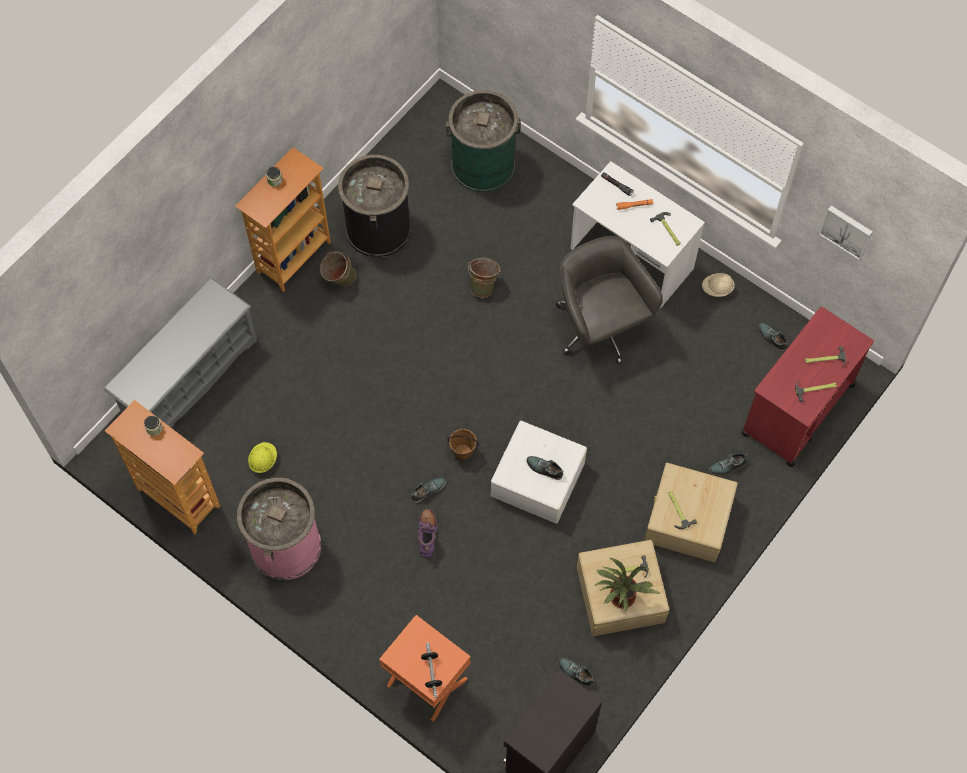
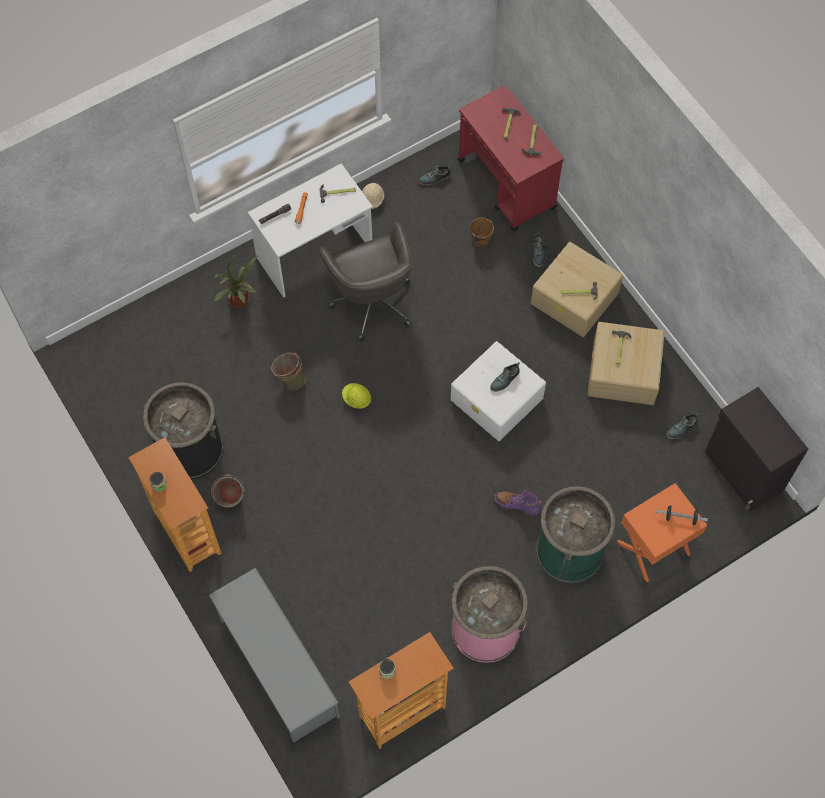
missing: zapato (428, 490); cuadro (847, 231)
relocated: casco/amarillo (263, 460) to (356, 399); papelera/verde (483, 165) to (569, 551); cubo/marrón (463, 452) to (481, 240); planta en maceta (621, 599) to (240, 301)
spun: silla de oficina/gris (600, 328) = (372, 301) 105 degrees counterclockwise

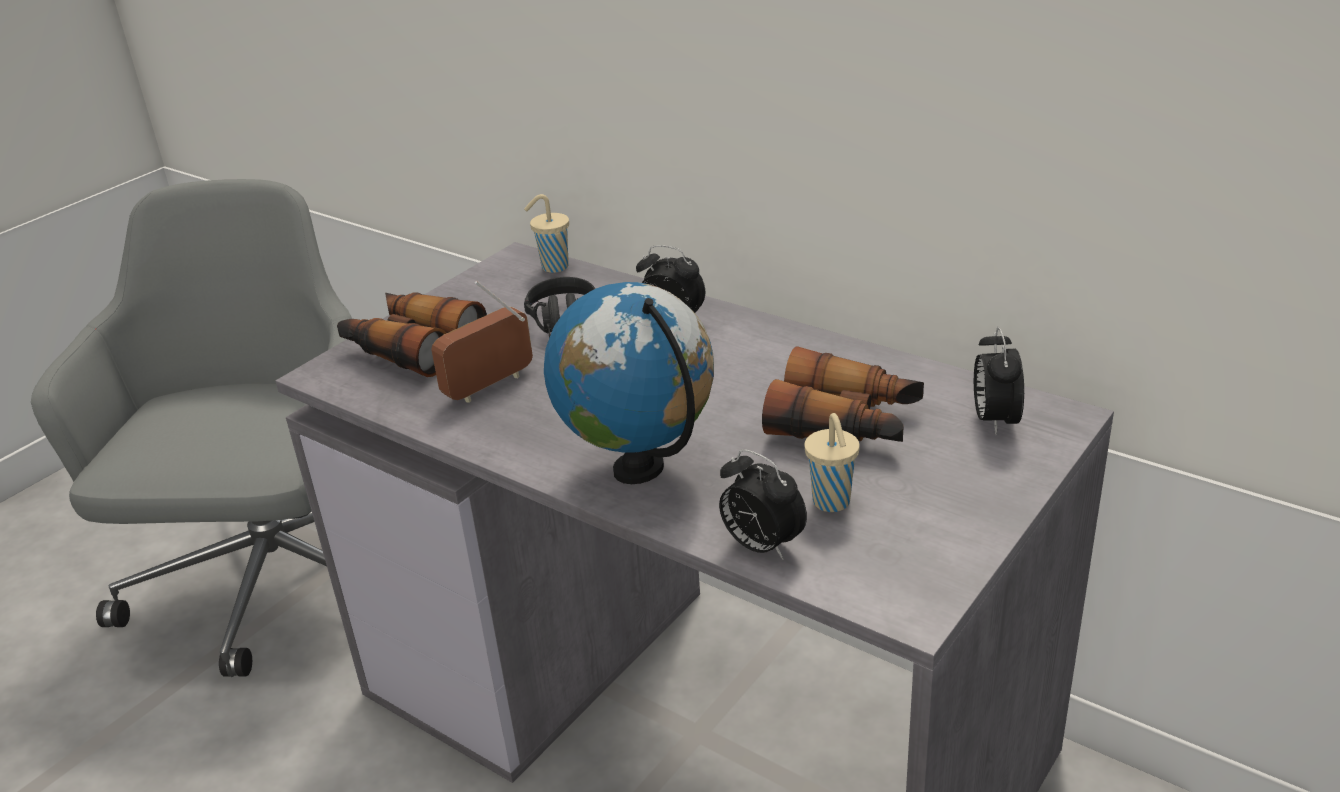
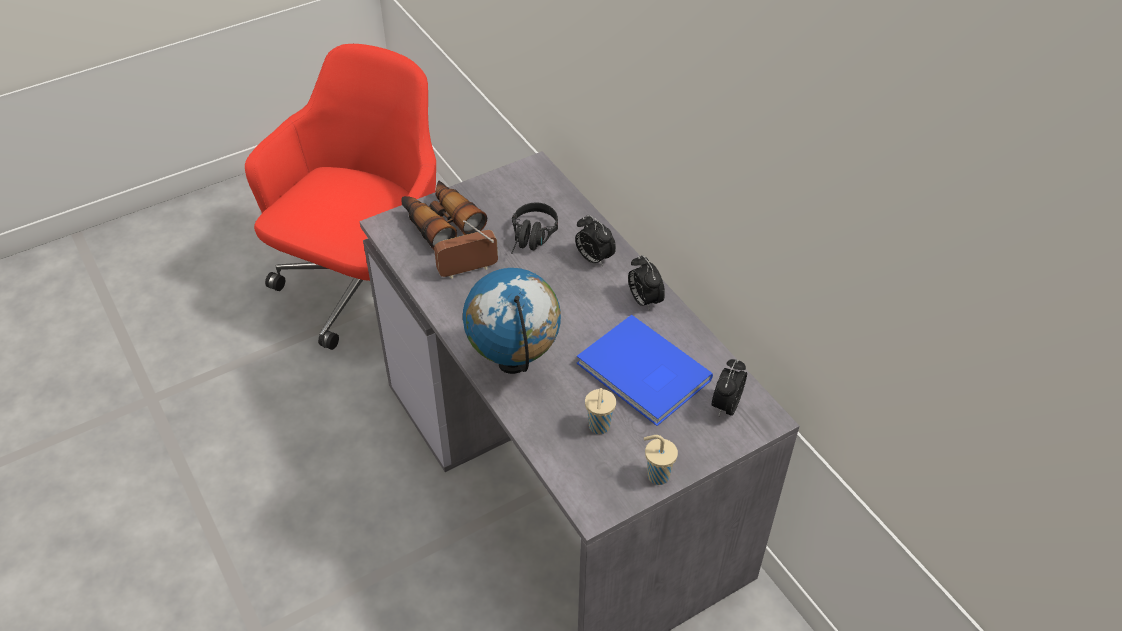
relocated: taza/beis (553, 267) to (656, 475); despertador (761, 546) to (644, 300)
exchanged: prismáticos (846, 423) to libro/azul (643, 374)
colour: silla de oficina/gris (277, 583) to silla de oficina/rojo (370, 292)

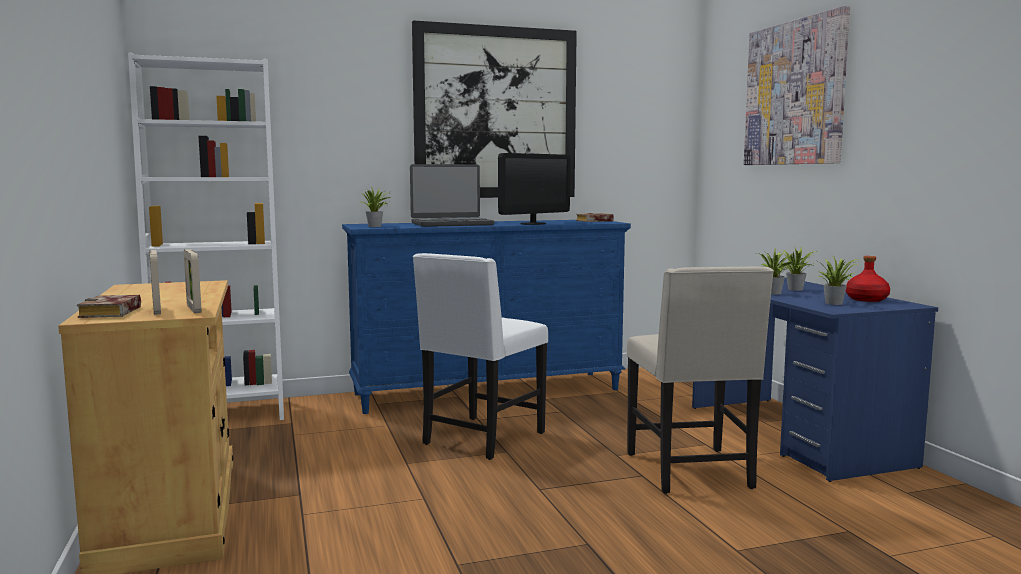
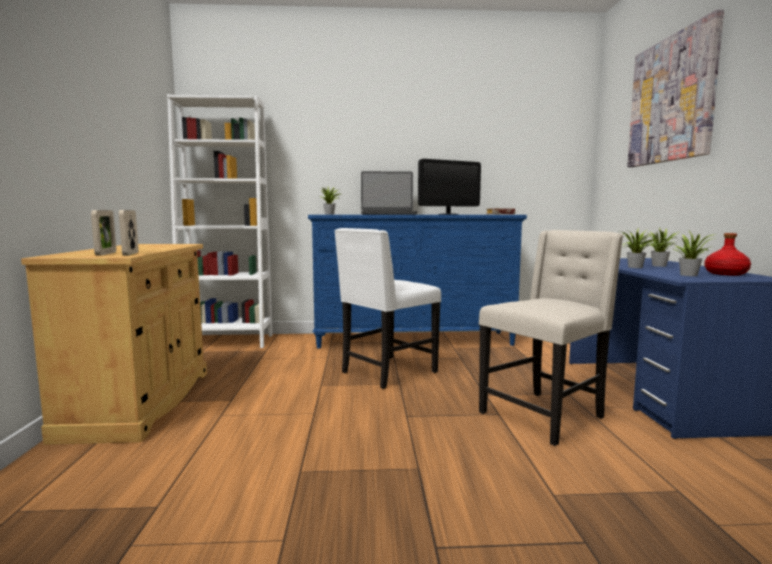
missing: libro (112, 313); cuadro (496, 113)
spun: silla/beis (692, 472) = (544, 415) 135 degrees counterclockwise

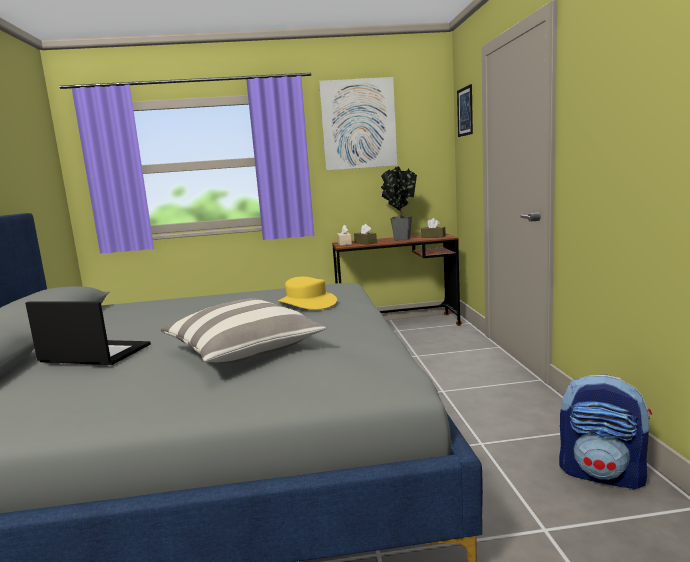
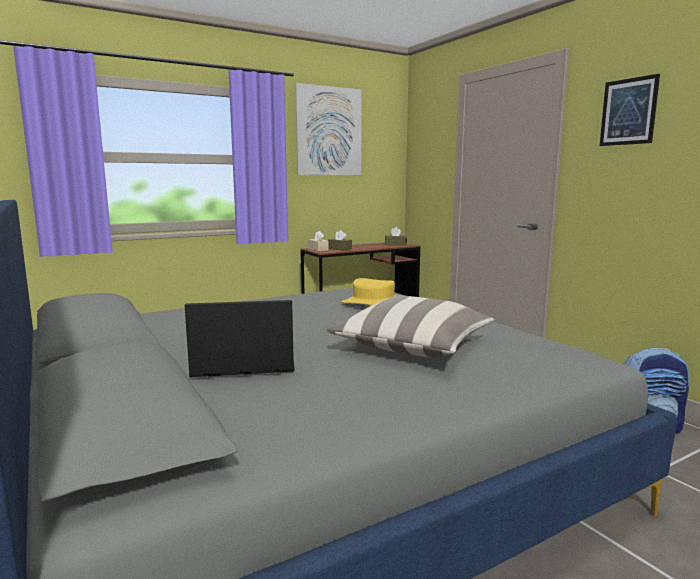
missing: planta en maceta (399, 239)
relocated: cuadro (465, 111) to (628, 111)

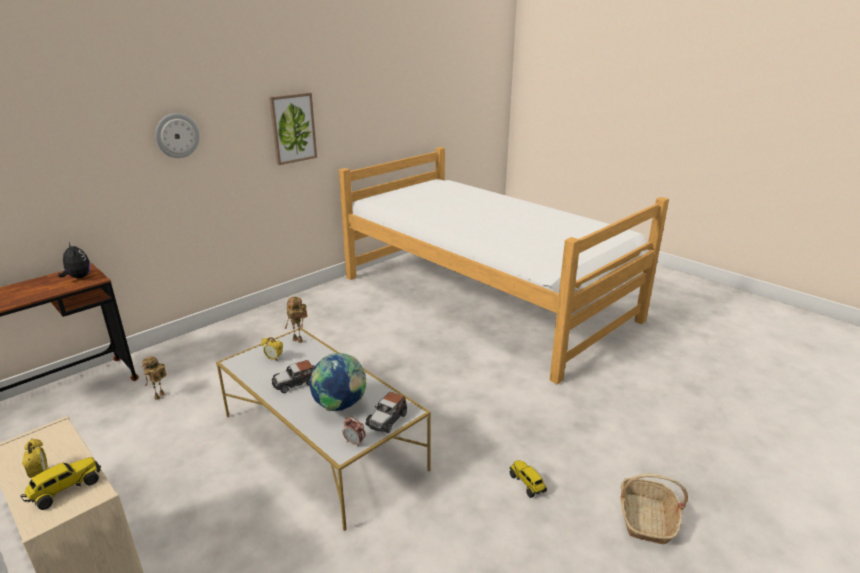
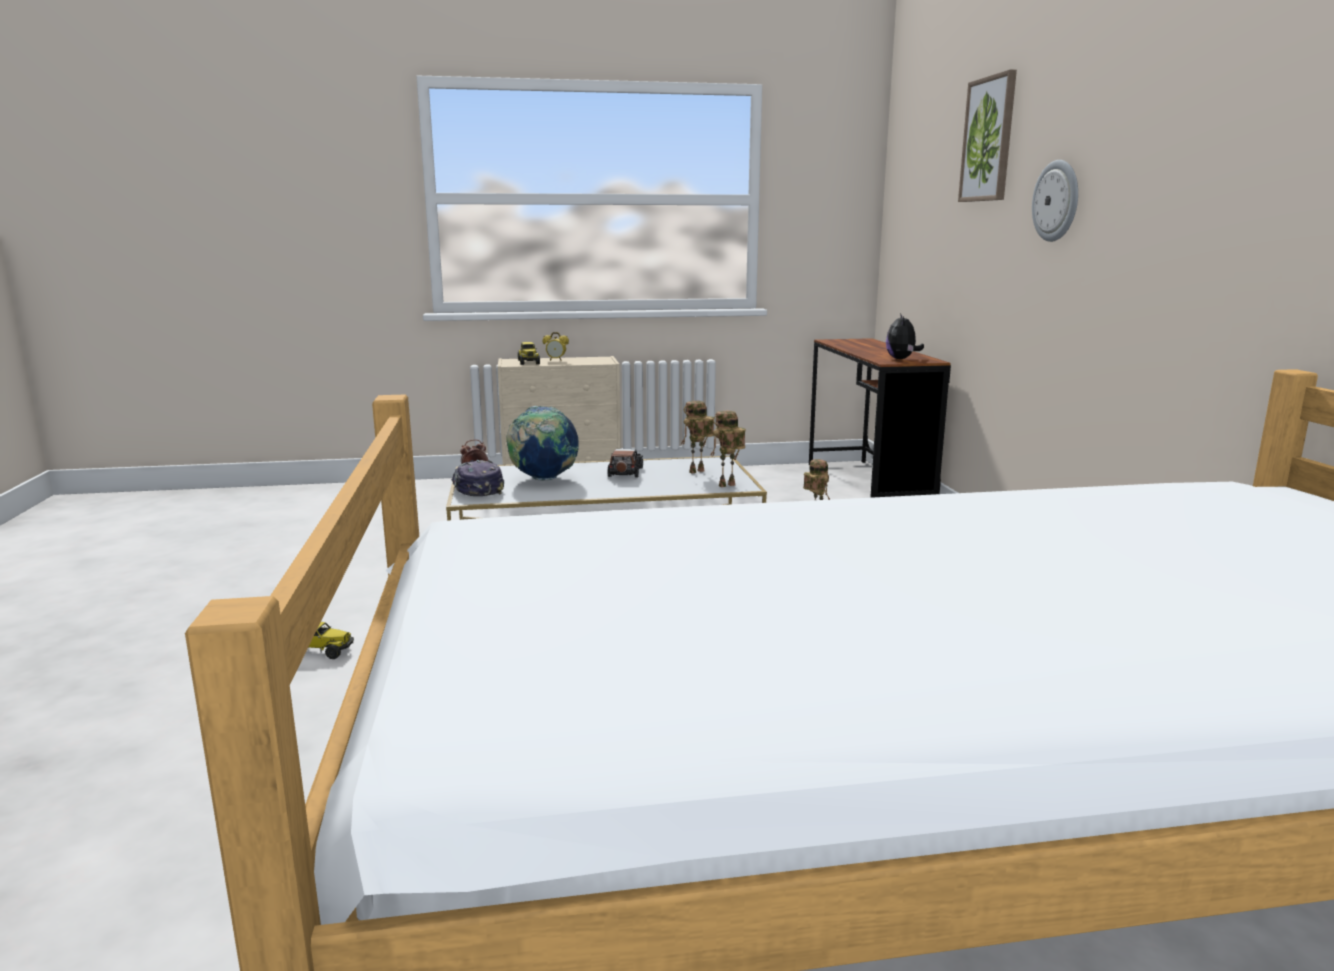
missing: cesta (646, 518)
relocated: cuadro (293, 128) to (988, 139)
exchanged: despertador (274, 359) to robot de juguete (697, 472); coche de juguete (387, 419) to gorra (477, 489)
spun: peluche (78, 277) = (902, 359) 105 degrees clockwise

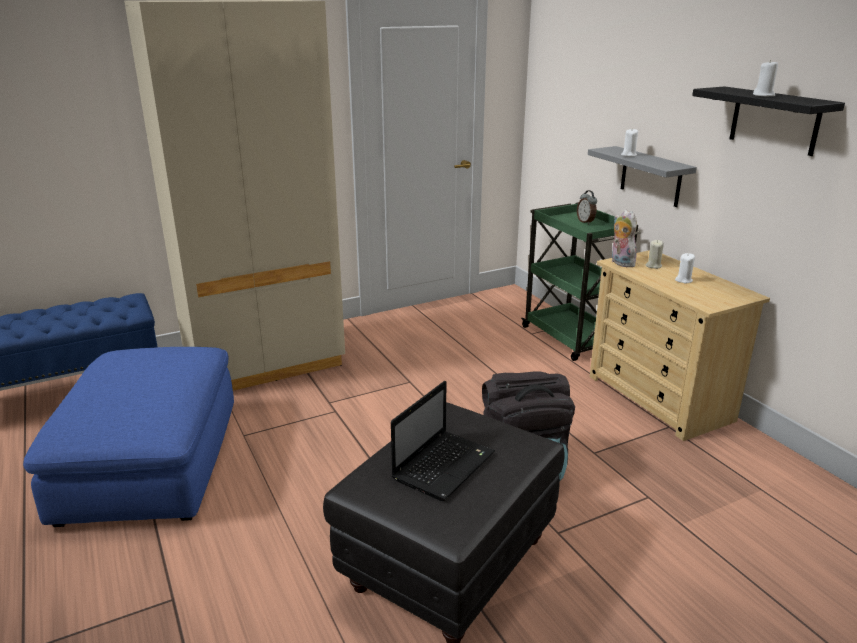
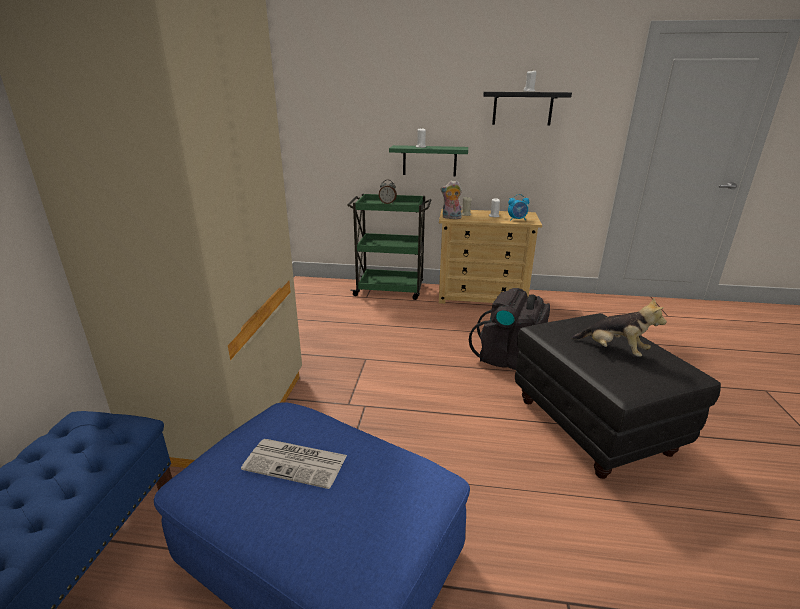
appeared: periódico (297, 462); despertador (517, 219)
exchanged: portátil (444, 465) to peluche (613, 350)
colour: estante/gris (651, 176) to estante/verde (429, 160)

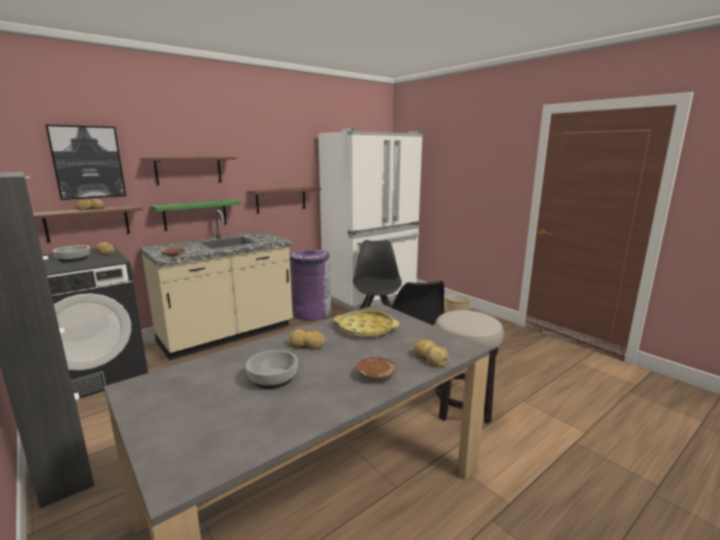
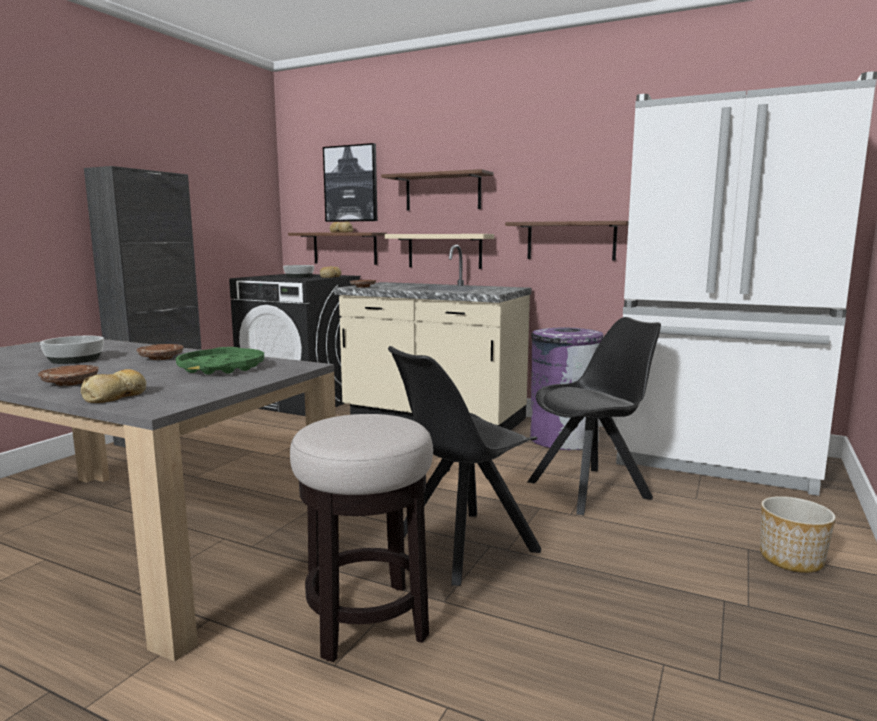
exchanged: pan (307, 345) to plato/marrón (161, 358)
colour: estante/verde (195, 214) to estante/beis (444, 251); bandeja/amarillo (366, 328) to bandeja/verde (222, 368)

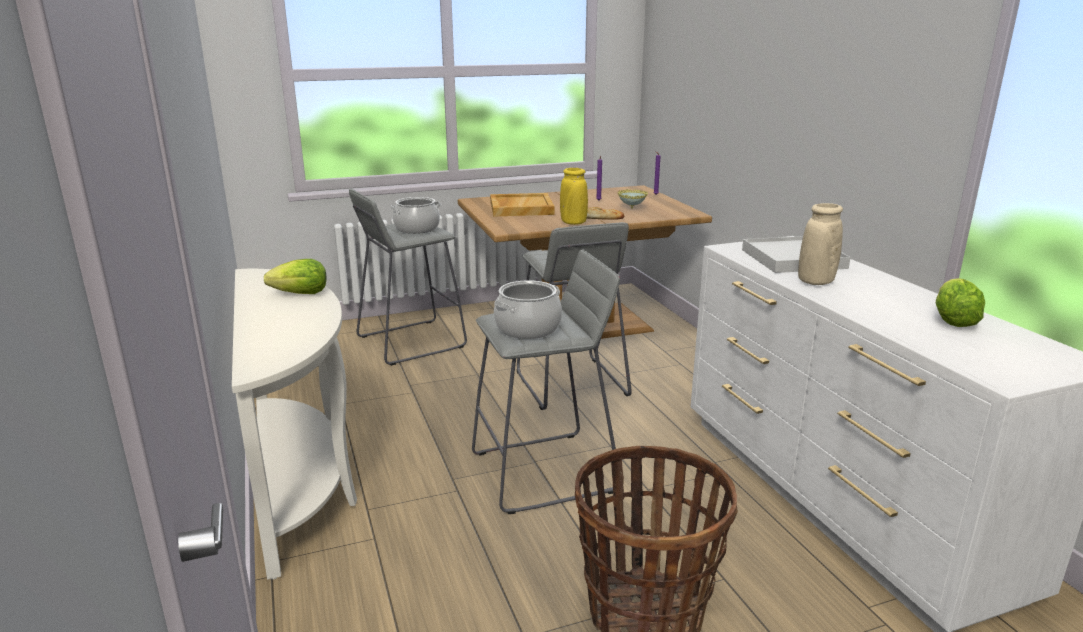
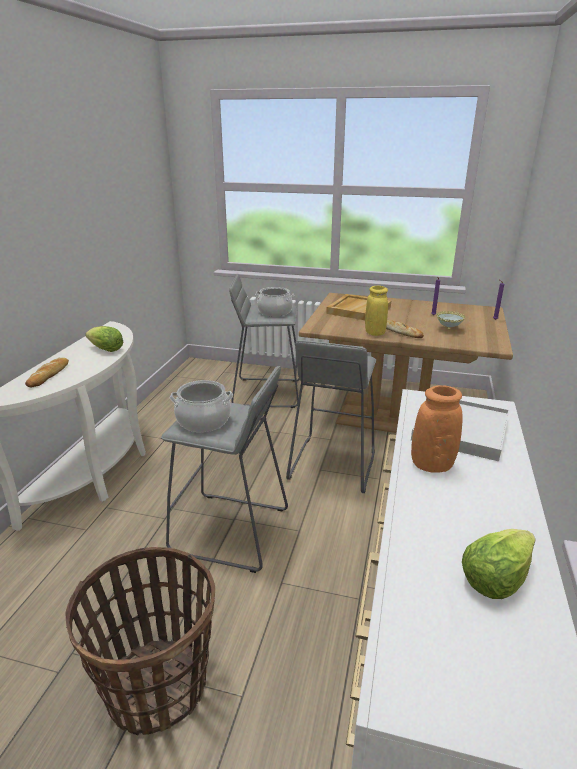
appeared: pan (49, 375)
colour: florero/beis (815, 282) to florero/naranja (432, 465)

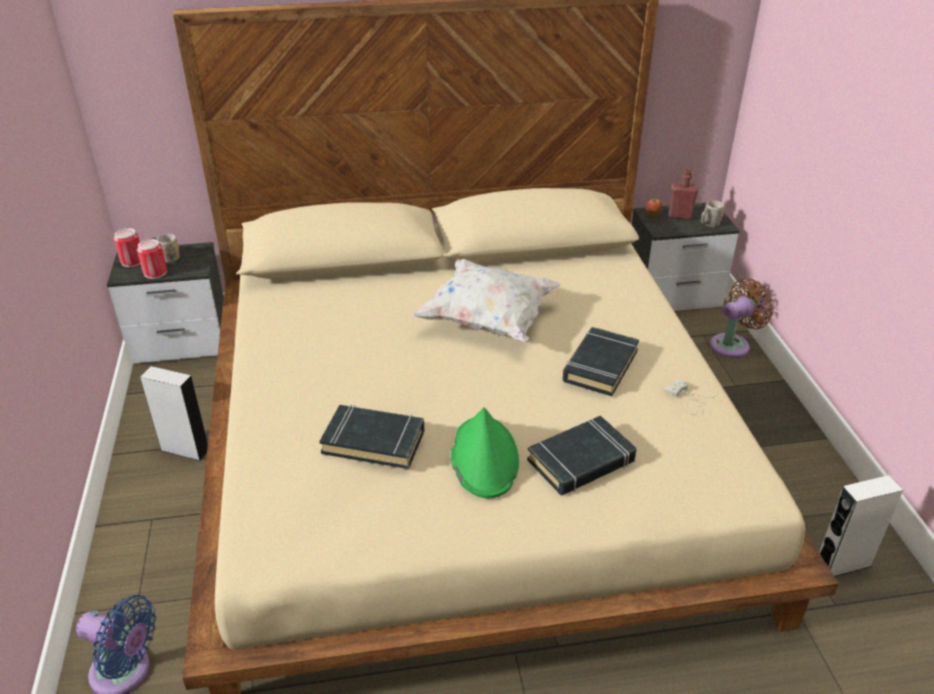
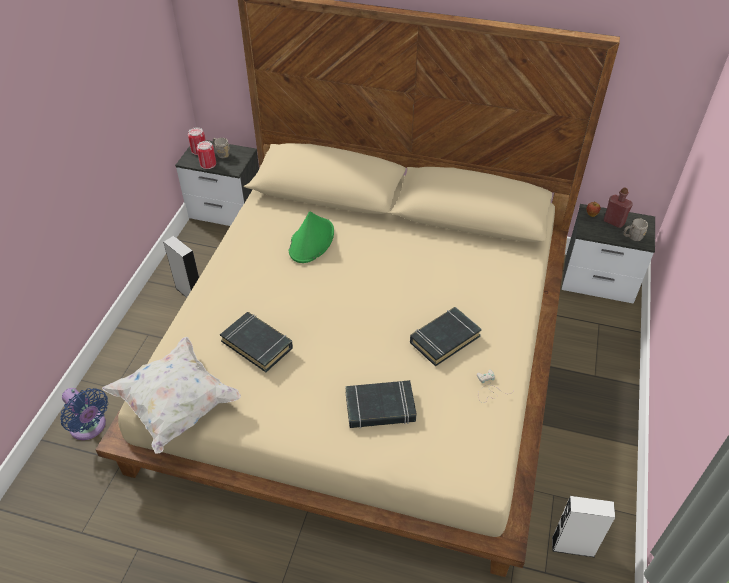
missing: ventilador/marrón (733, 344)
relocated: cojín/blanco (489, 320) to (177, 405); sombrero/verde (484, 457) to (311, 241)

